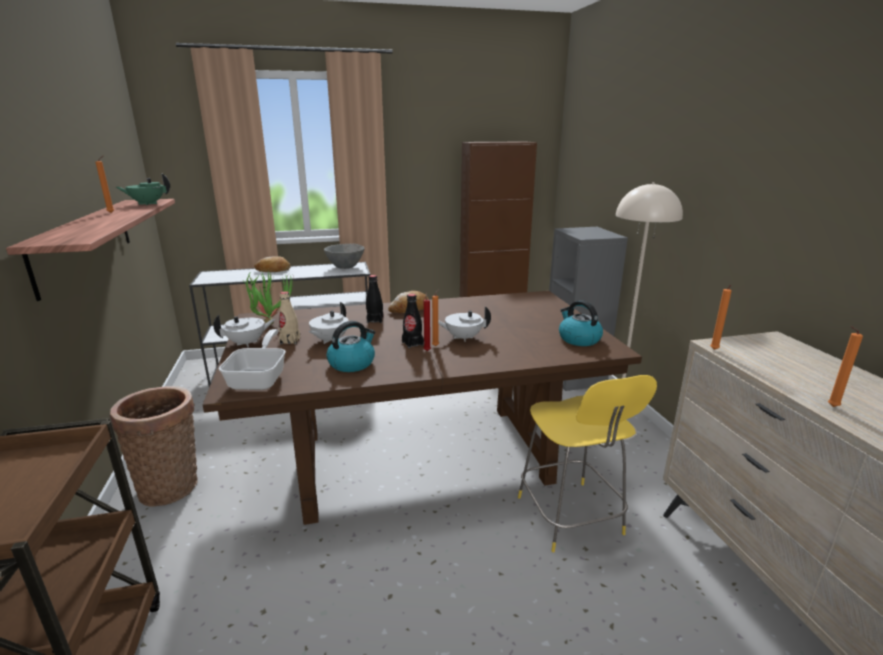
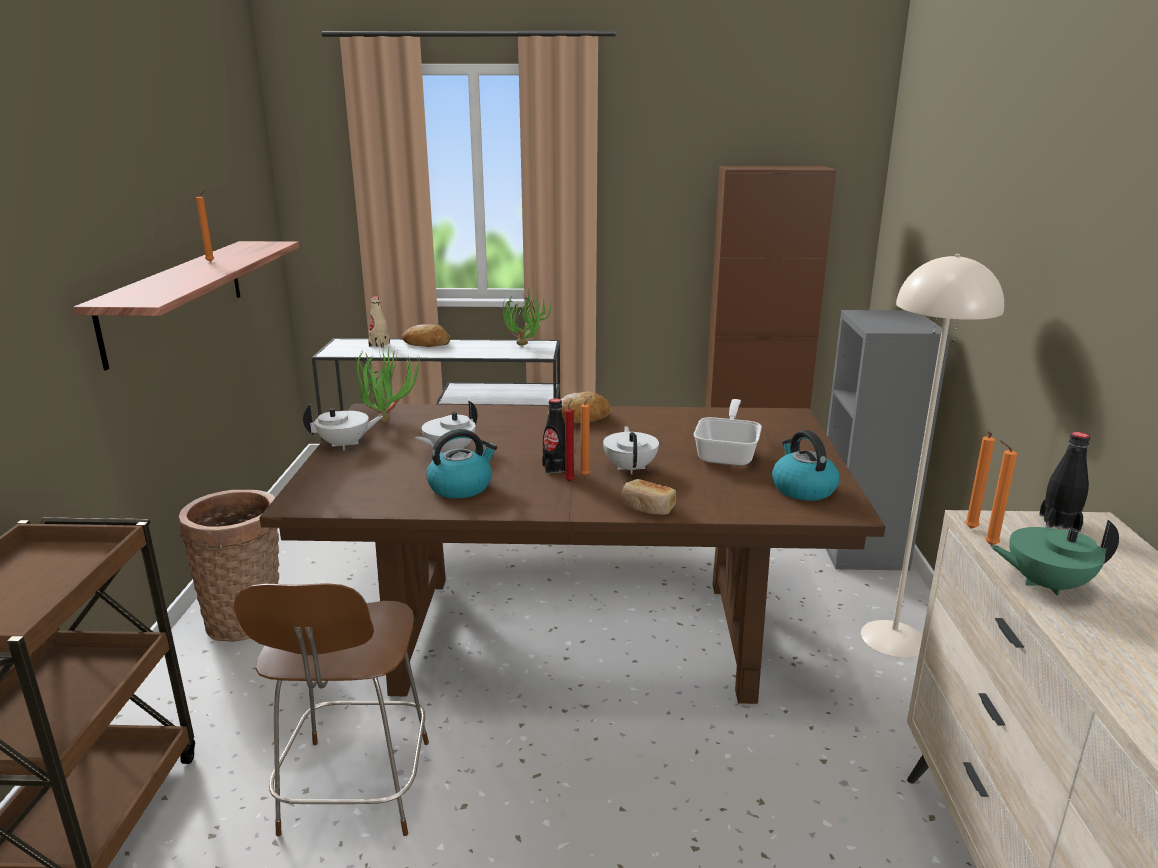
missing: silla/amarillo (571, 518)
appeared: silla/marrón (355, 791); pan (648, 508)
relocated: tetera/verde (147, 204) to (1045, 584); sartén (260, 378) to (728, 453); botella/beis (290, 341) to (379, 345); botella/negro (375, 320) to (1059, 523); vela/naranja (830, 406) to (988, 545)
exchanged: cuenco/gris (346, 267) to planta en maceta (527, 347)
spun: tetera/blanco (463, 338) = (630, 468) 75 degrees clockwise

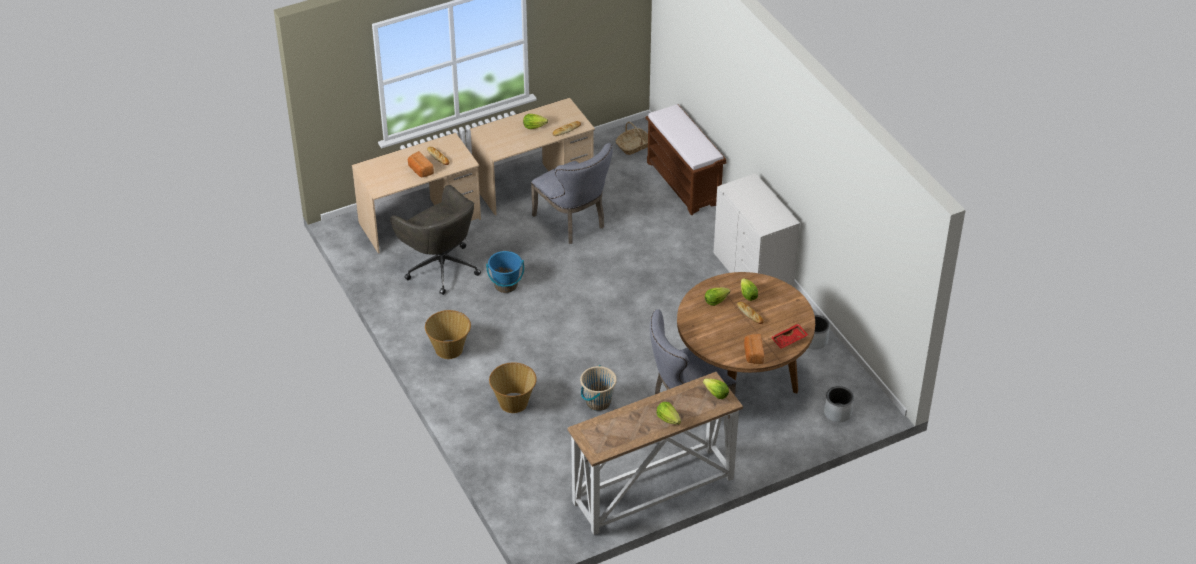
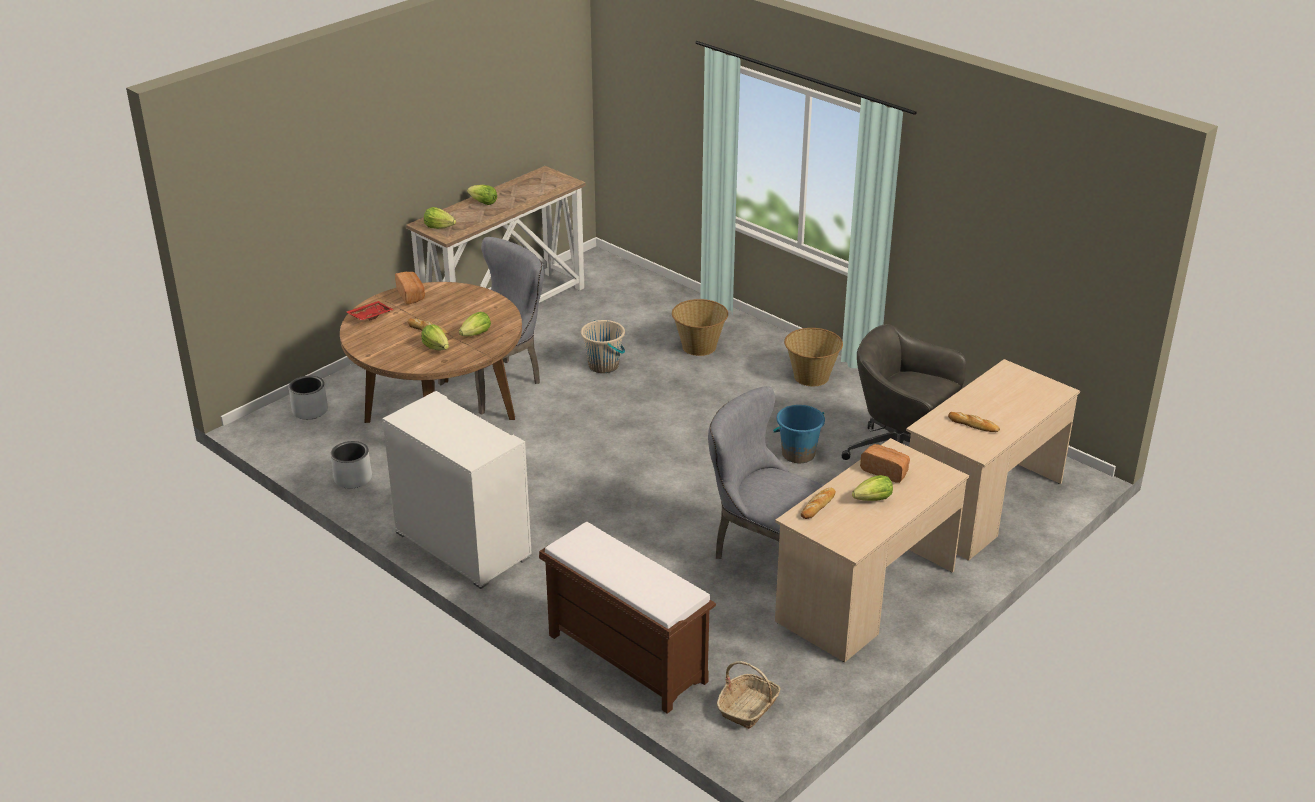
relocated: pan (420, 170) to (885, 471)

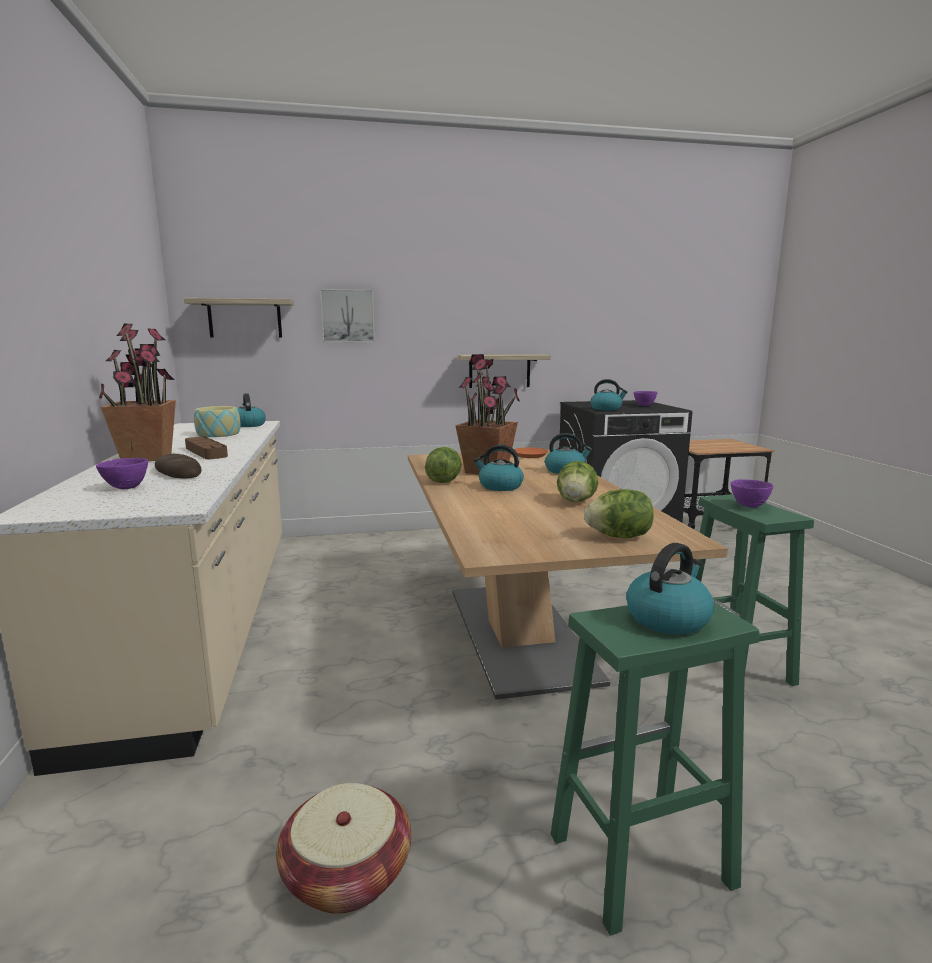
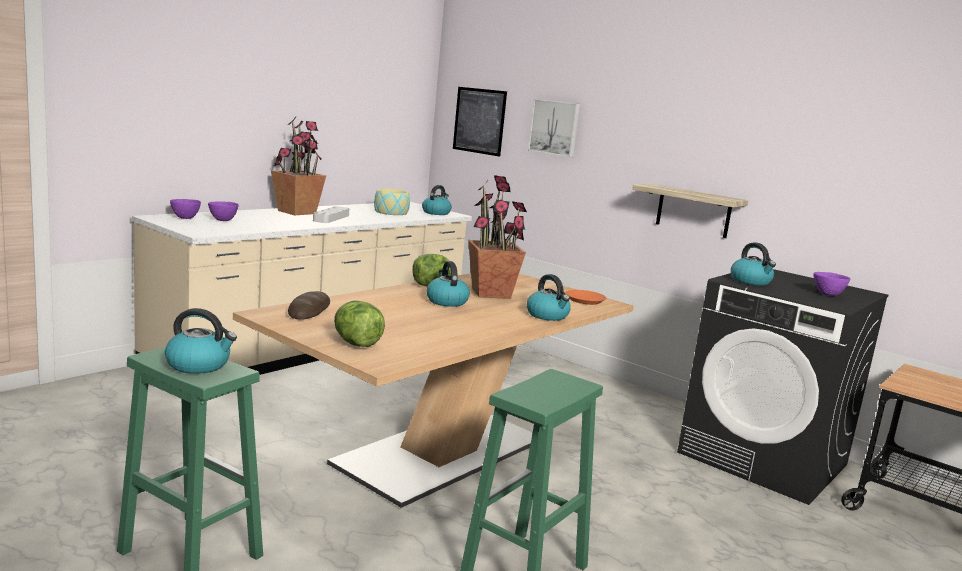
missing: cesta (347, 873); lechuga (576, 501)
relocated: pan (178, 472) to (309, 310); cuenco/morado (750, 506) to (185, 218)
exchanged: estante (245, 318) to cuadro (479, 121)
colour: bandeja/marrón (206, 452) to bandeja/gris (331, 218)

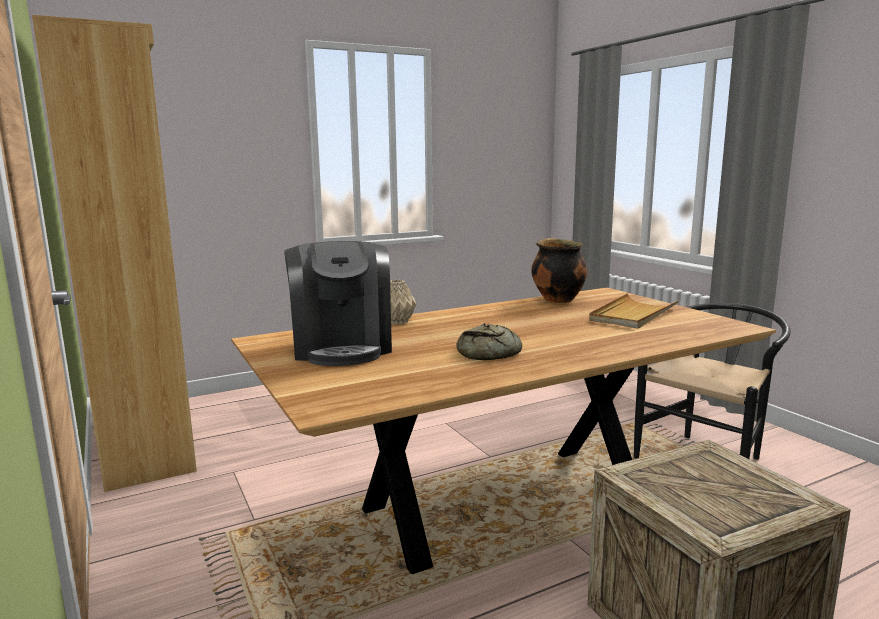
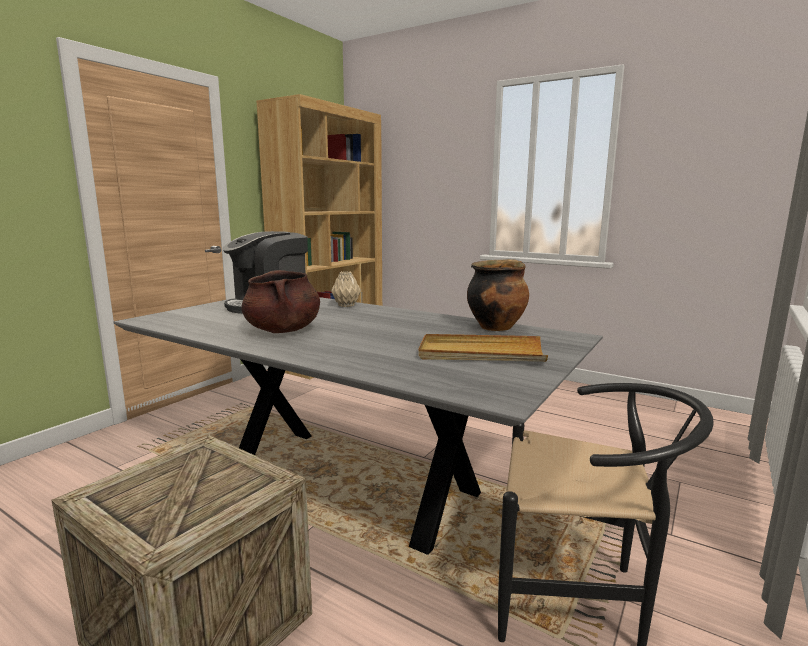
exchanged: pan (489, 353) to olla/marrón (283, 330)
colour: mesa de comedor/marrón (503, 503) to mesa de comedor/gris (349, 481)

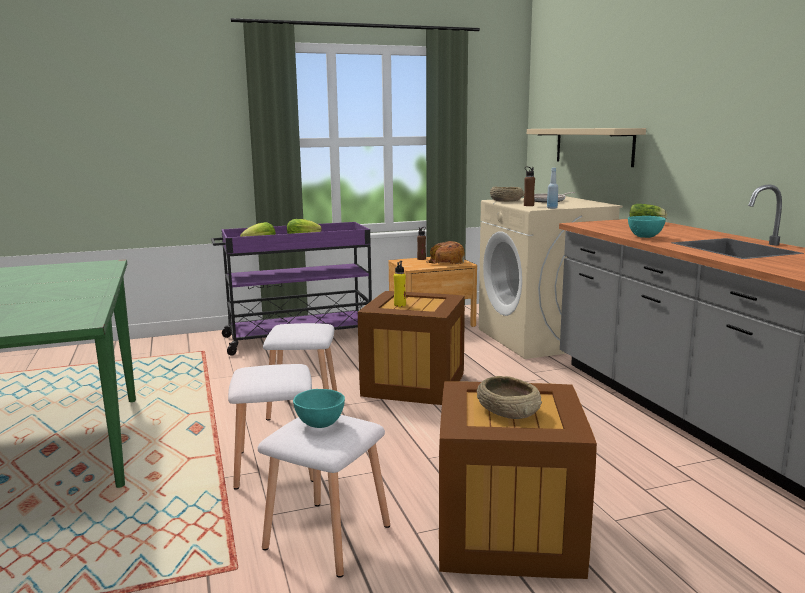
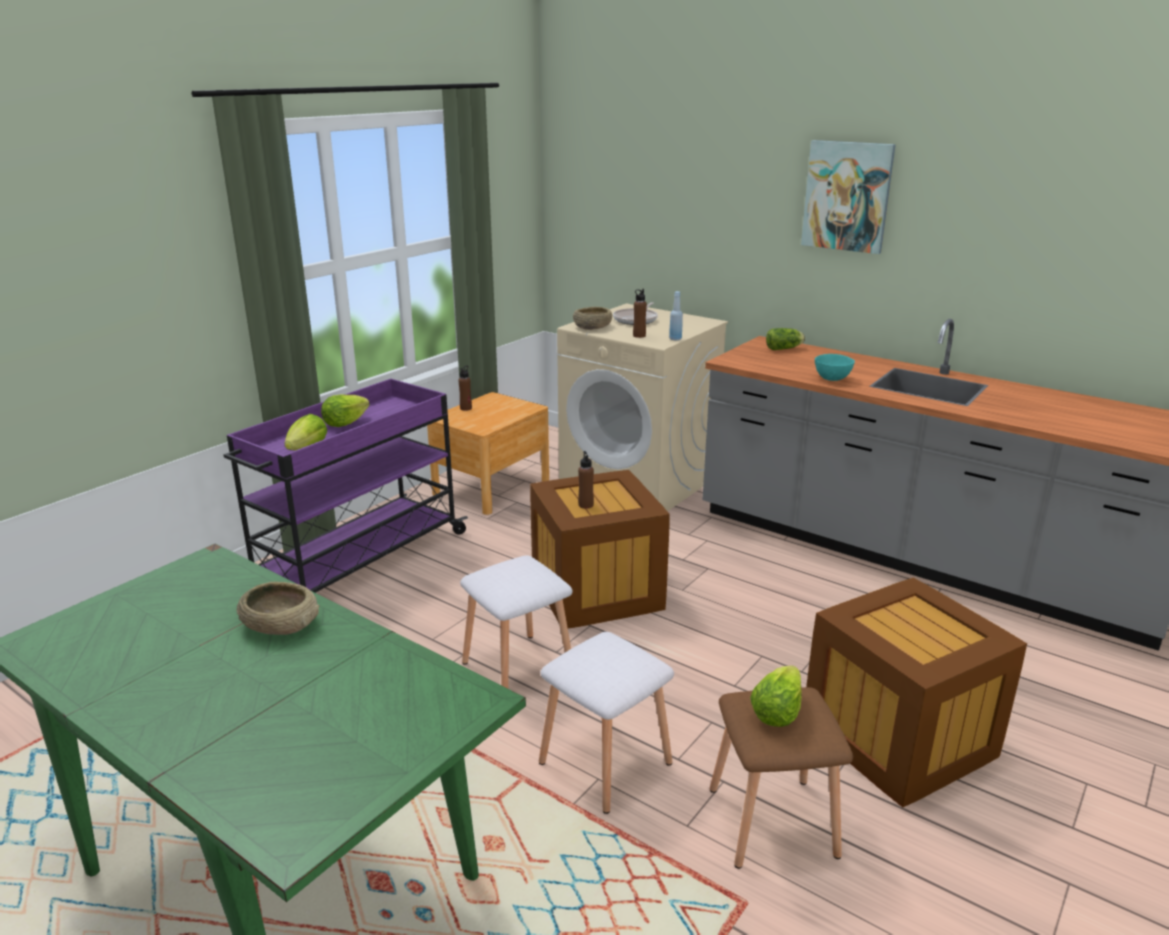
missing: pan (444, 262); estante/beis (593, 146)
appeared: cuadro (847, 196)
relocated: cuenco/beis (508, 411) to (281, 623)
exchanged: cuenco/turquesa (319, 424) to lechuga (776, 712)
colour: taburete/blanco (327, 538) to taburete/marrón (774, 823); botella/amarillo (400, 305) to botella/marrón (586, 505)

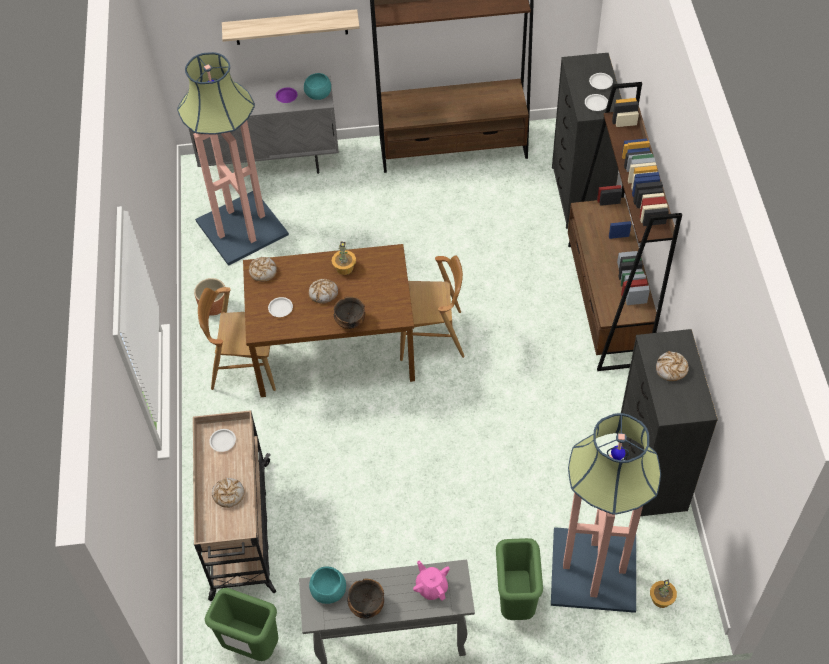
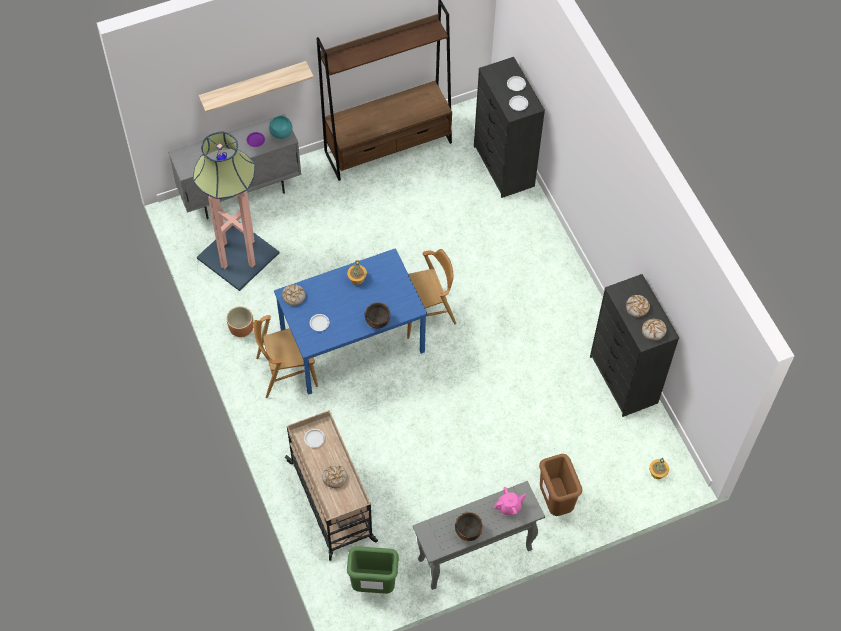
missing: cuenco/turquesa (328, 590); lámpara de pie (593, 570); estantería/marrón (607, 303)
relocated: pan (323, 293) to (653, 331)
colour: mesa de comedor/marrón (335, 348) to mesa de comedor/azul (353, 340); papelera/verde (516, 601) to papelera/marrón (556, 501)
spun: tetera/rosa (431, 587) = (509, 506) 120 degrees clockwise

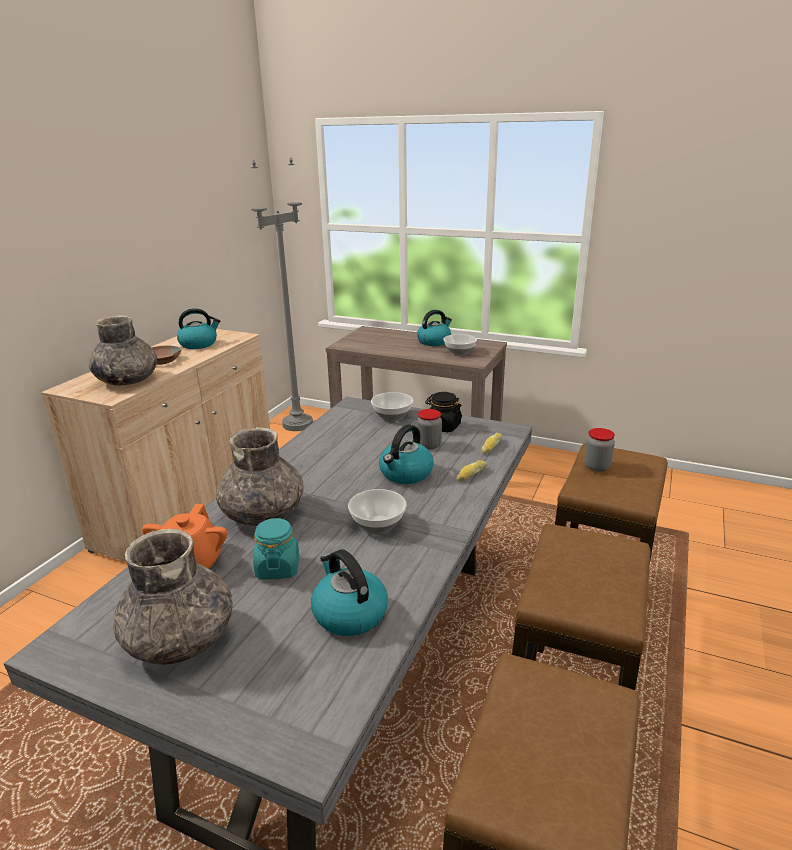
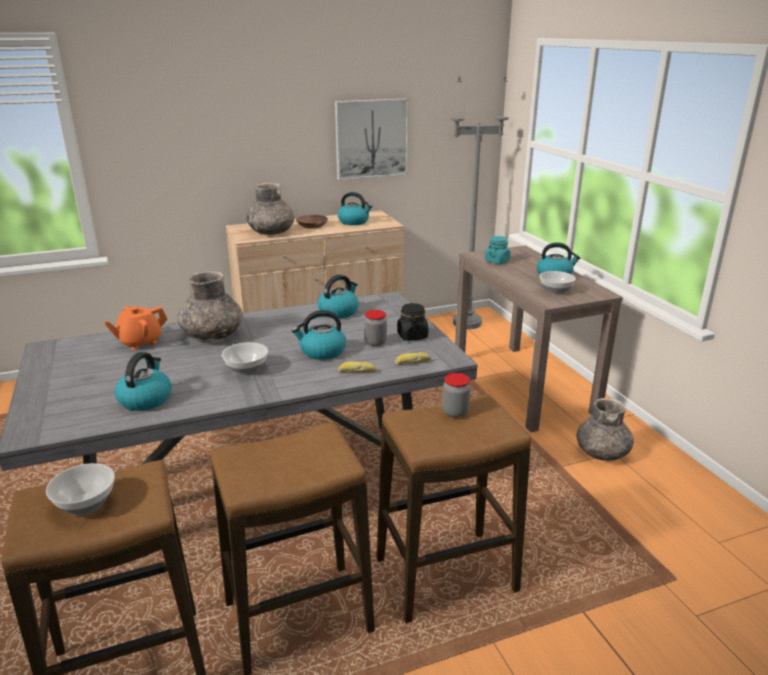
appeared: hervidor (339, 311); cuadro (371, 139)
relocated: florero/gris (180, 638) to (602, 452); tarro/turquesa (278, 568) to (497, 261); cuenco (391, 416) to (86, 503)

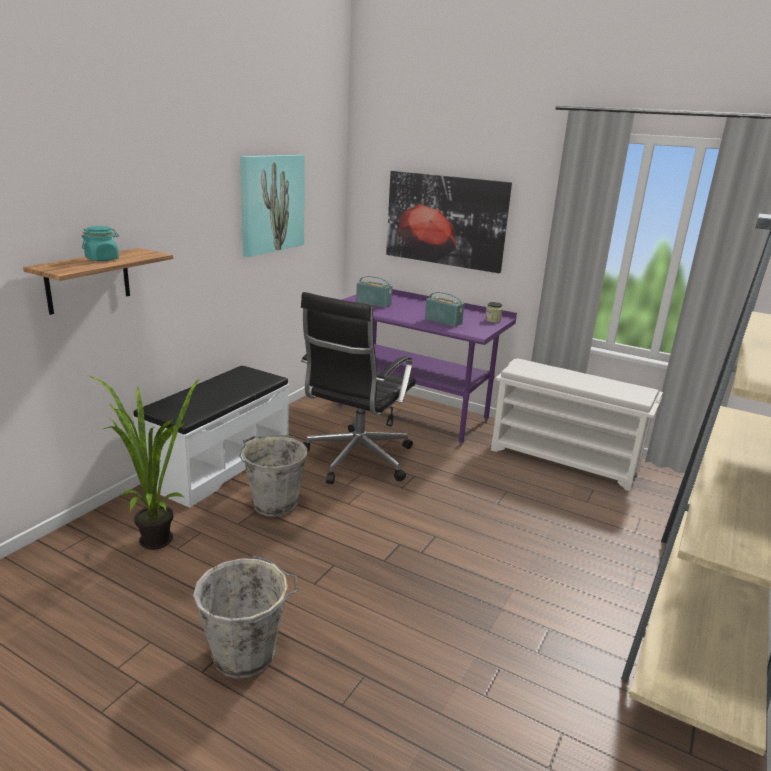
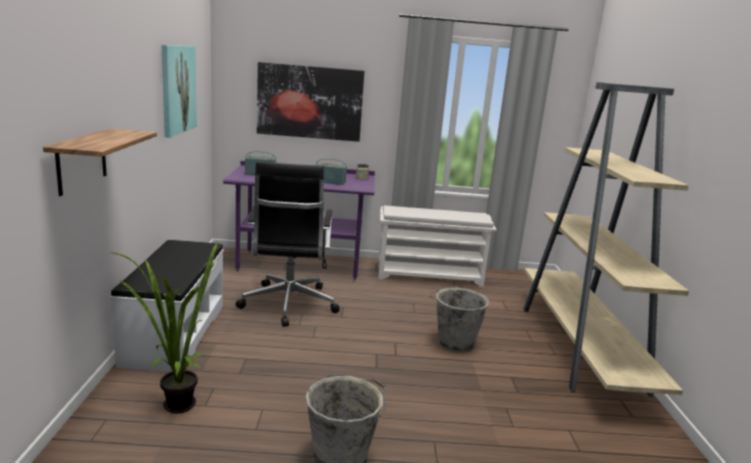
missing: tarro/turquesa (102, 259)
relocated: cubo/gris (274, 503) to (454, 343)

